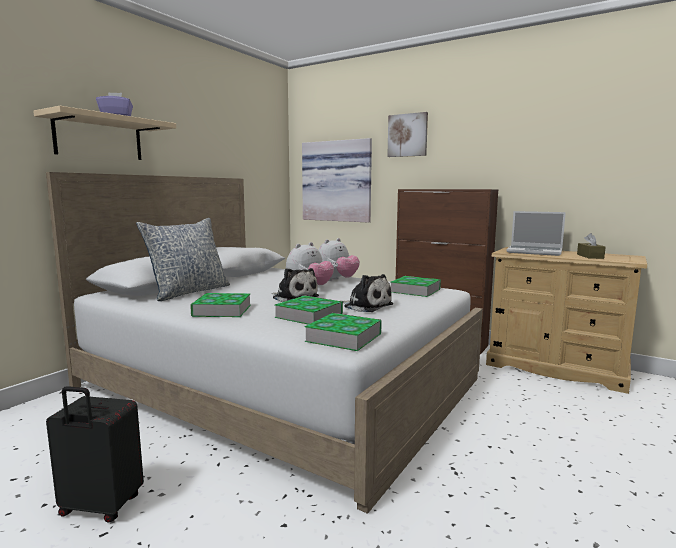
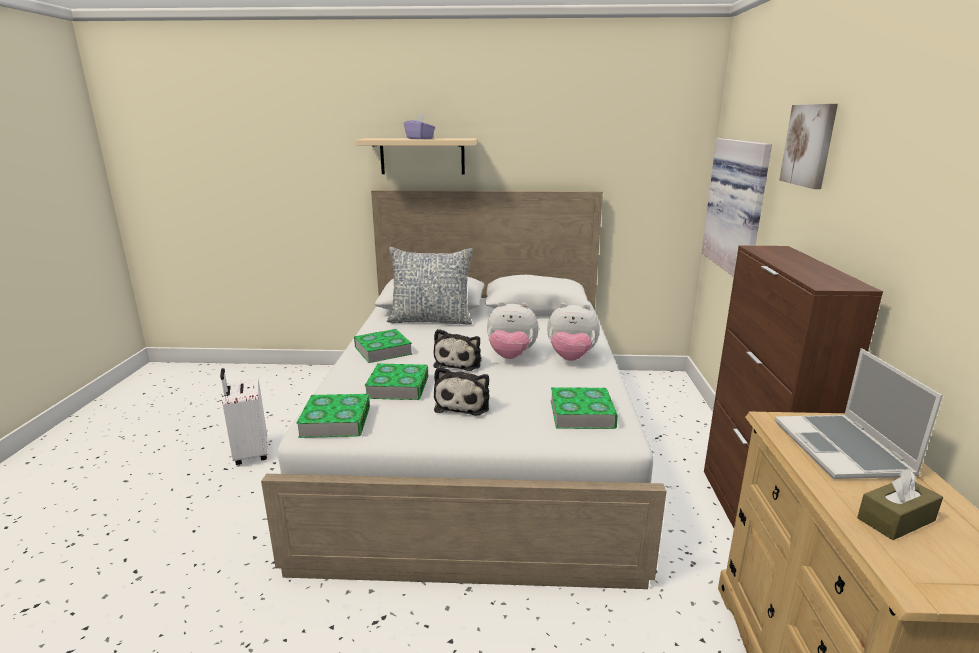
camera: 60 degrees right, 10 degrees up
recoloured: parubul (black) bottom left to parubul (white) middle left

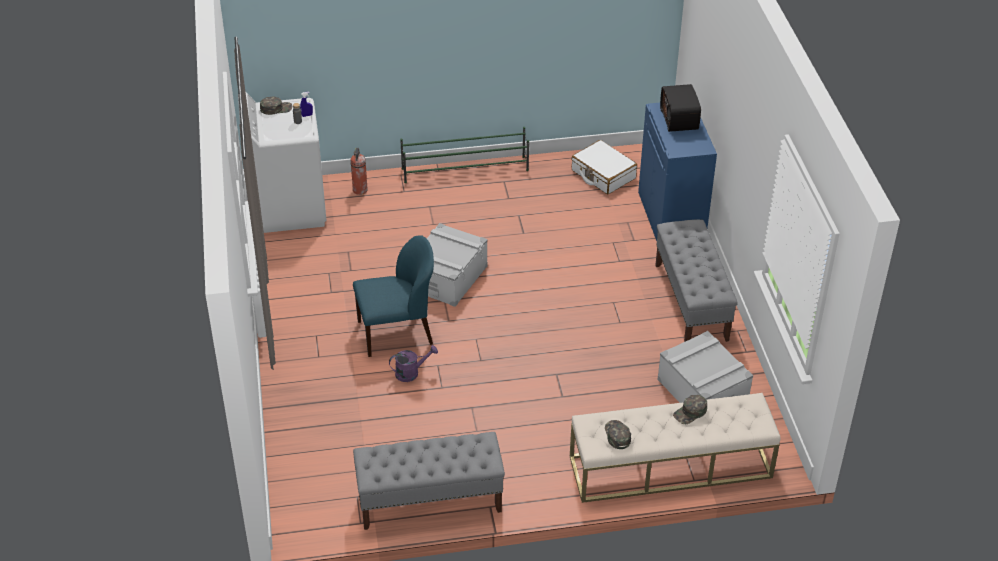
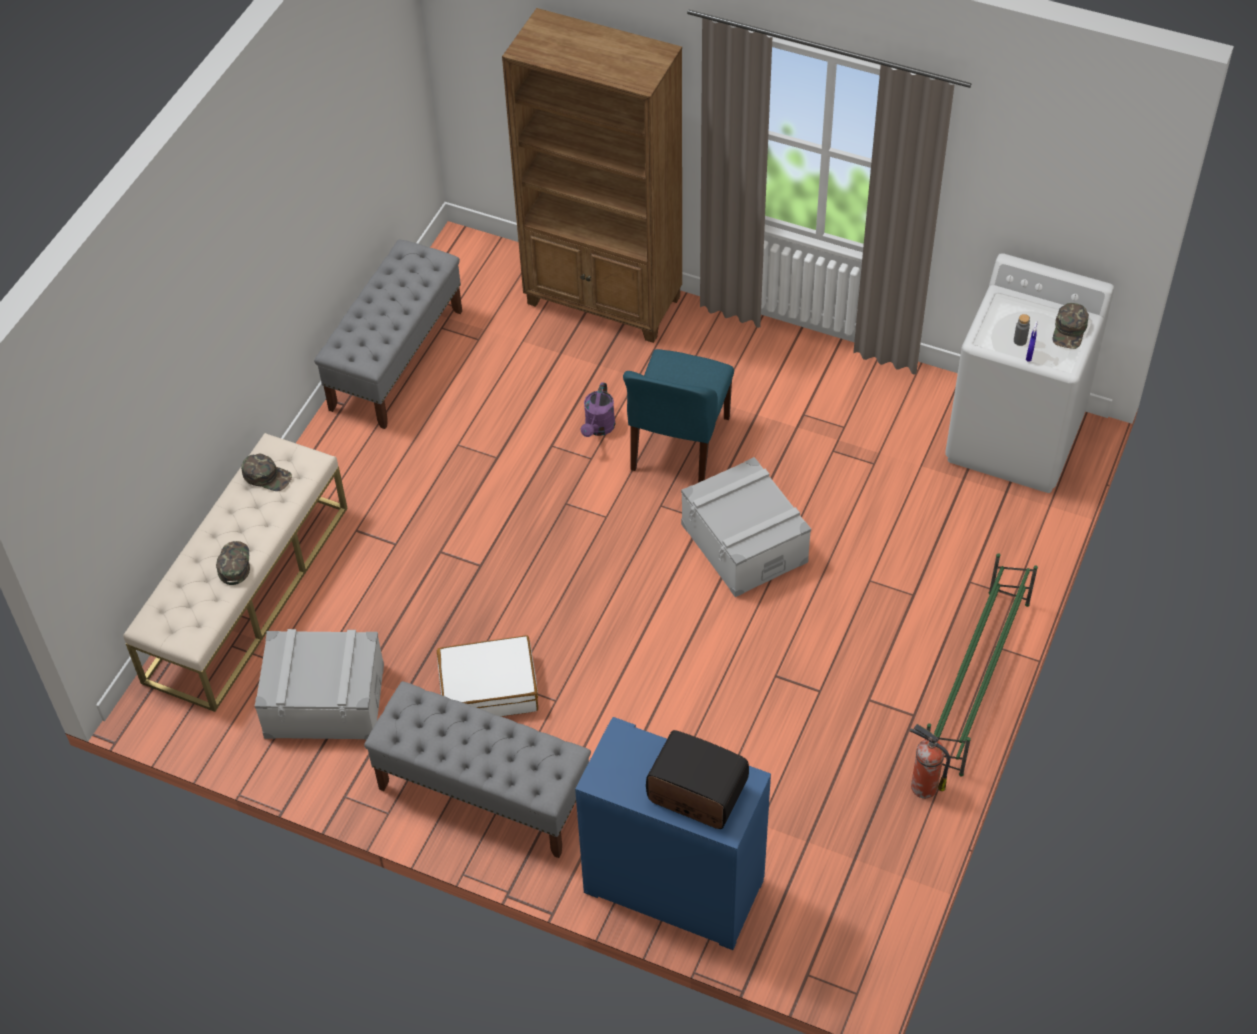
camera: 125 degrees right, 10 degrees up
added: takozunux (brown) top centre
moved: parubul (white) top centre to centre; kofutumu top centre to bottom right

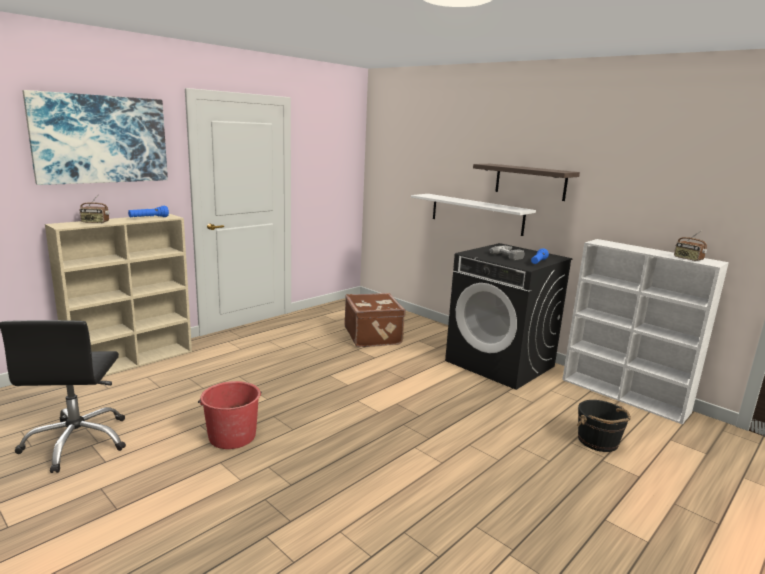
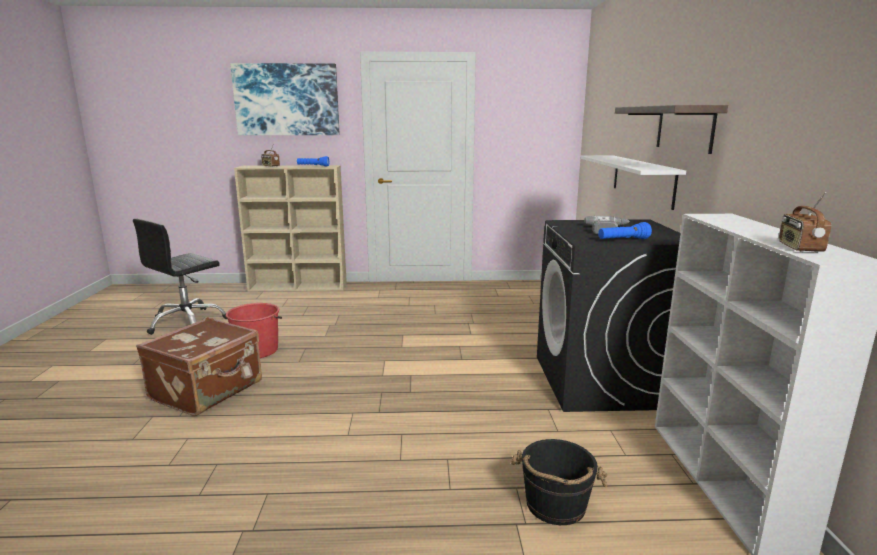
camera: 45 degrees right, 0 degrees up
moved: parubul (brown) centre to middle left

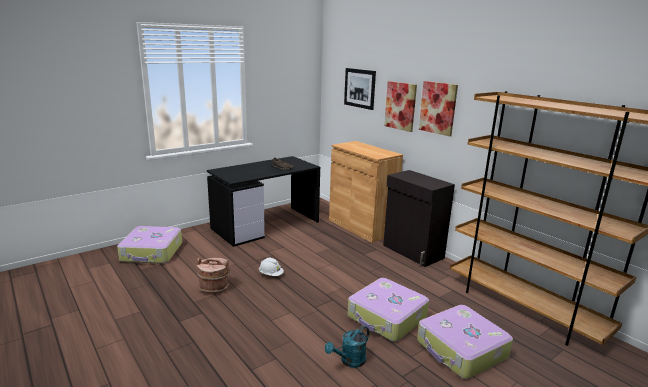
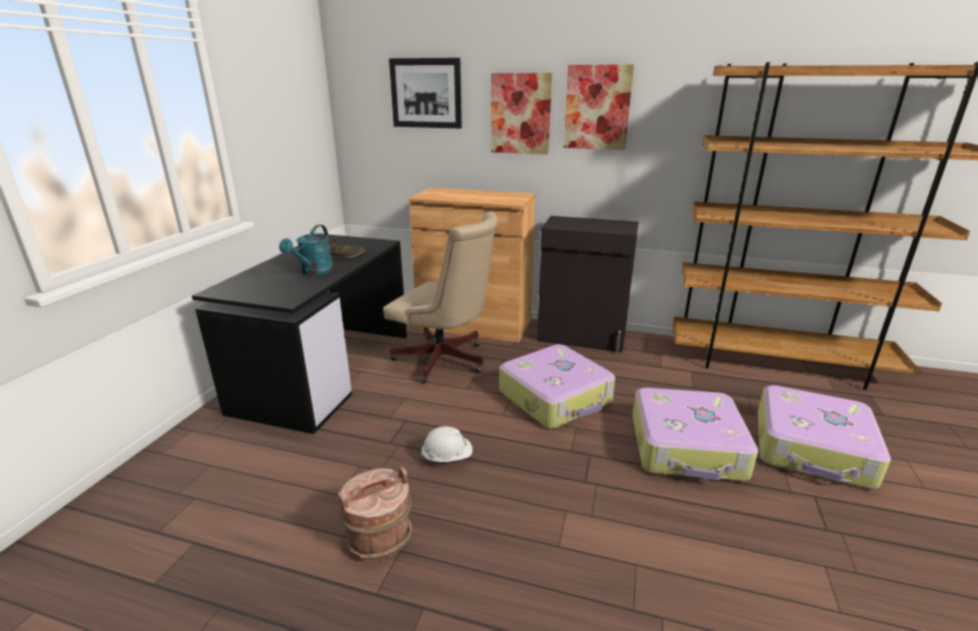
camera: 35 degrees left, 5 degrees up
added: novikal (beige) centre
moved: parubul (1st from left) middle left to centre; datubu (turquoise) bottom centre to middle left

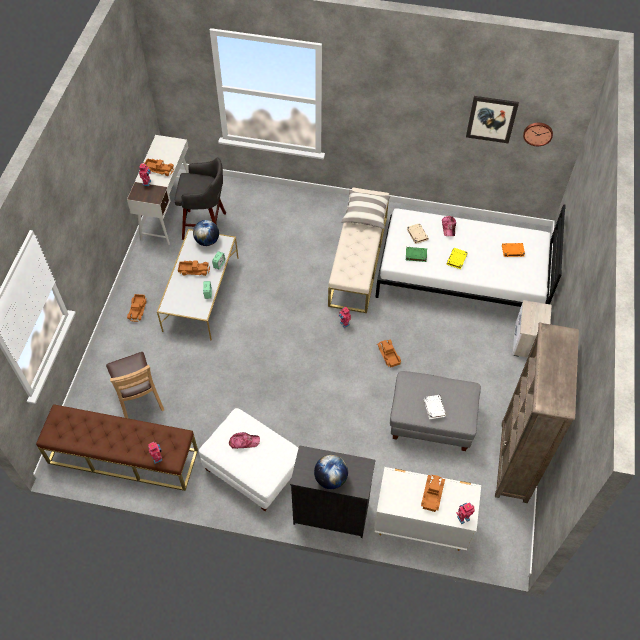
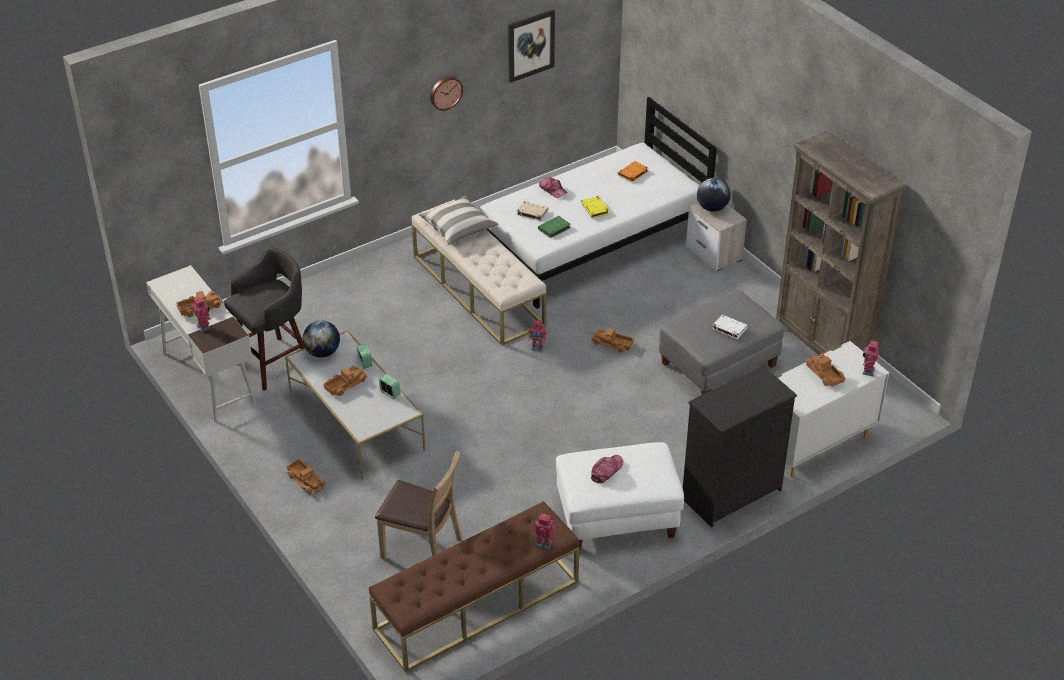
camera: 45 degrees left, 15 degrees down
moved: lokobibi top right to top centre; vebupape (2nd from left) bottom centre to top right

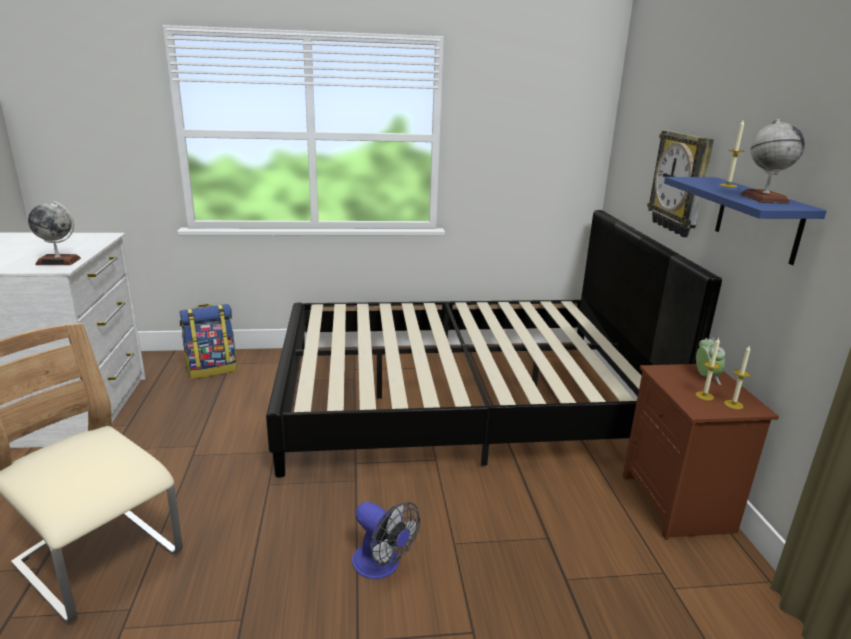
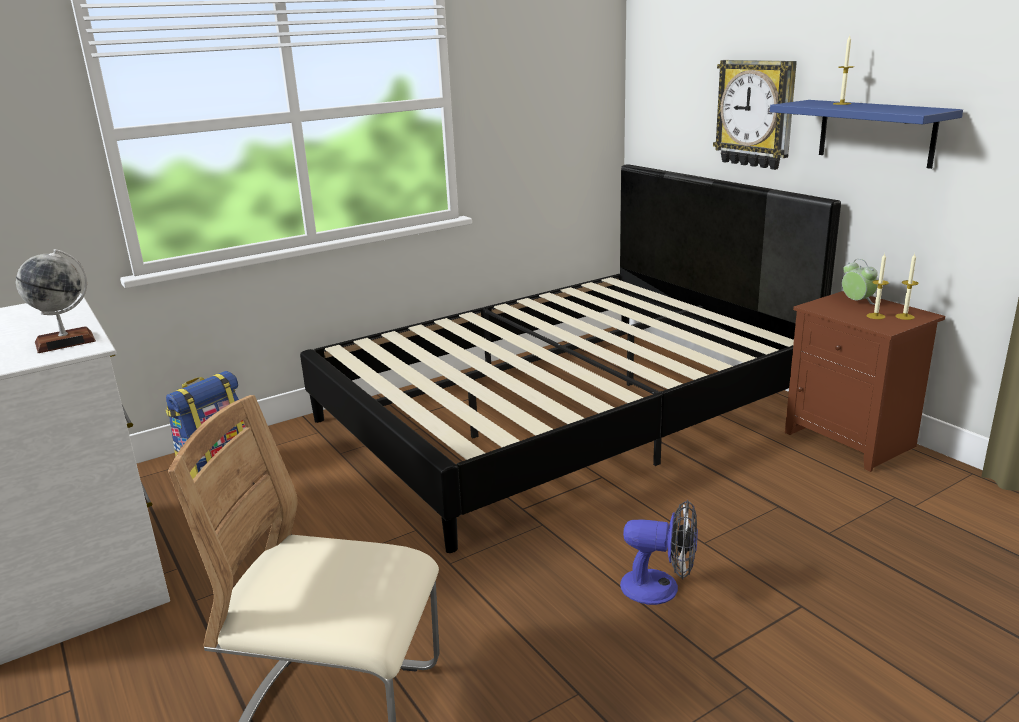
camera: 25 degrees left, 0 degrees up
removed: vebupape (2nd from left) top right

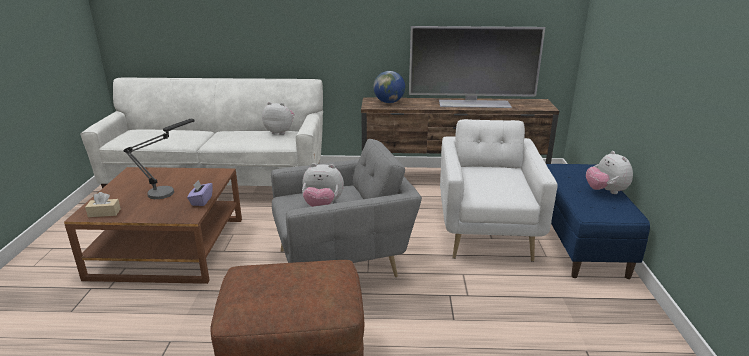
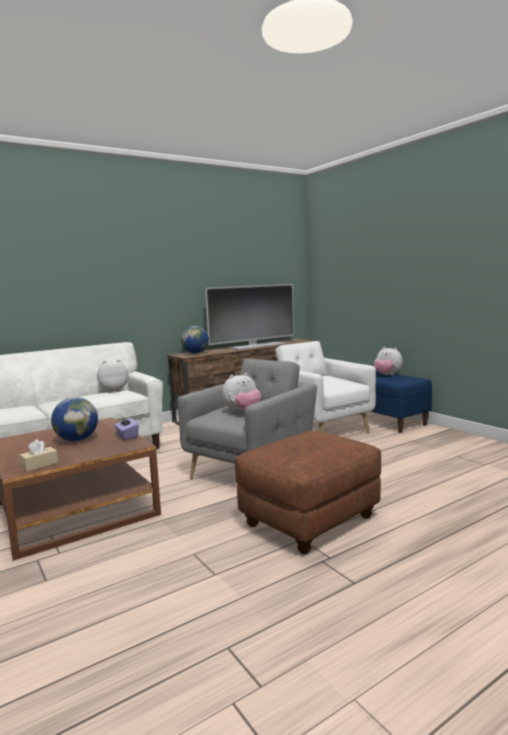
camera: 35 degrees left, 15 degrees down
replaced: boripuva middle left to vebupape (1st from left) middle left

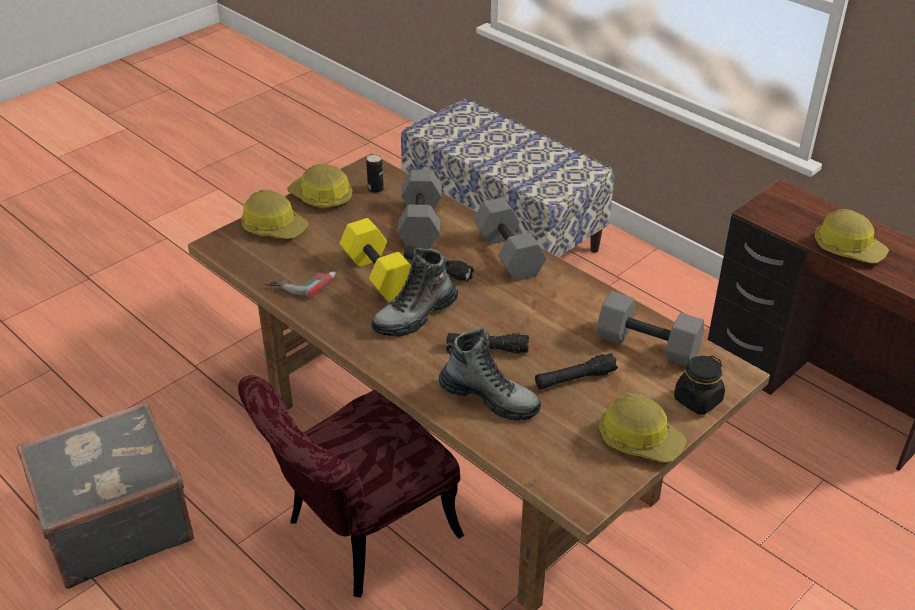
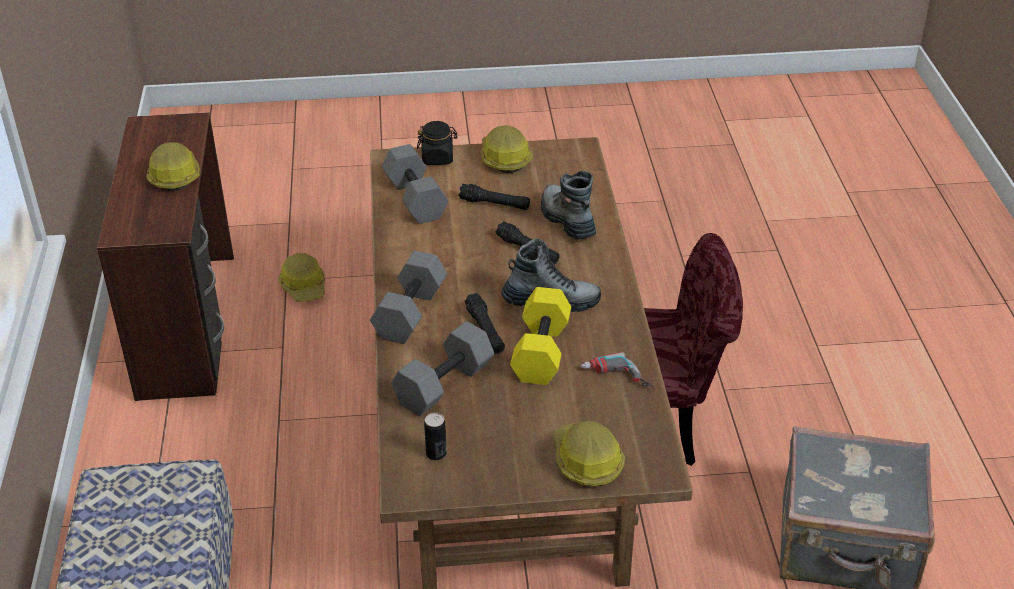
camera: 140 degrees left, 0 degrees up
moved: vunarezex (2nd from left) top centre to middle left

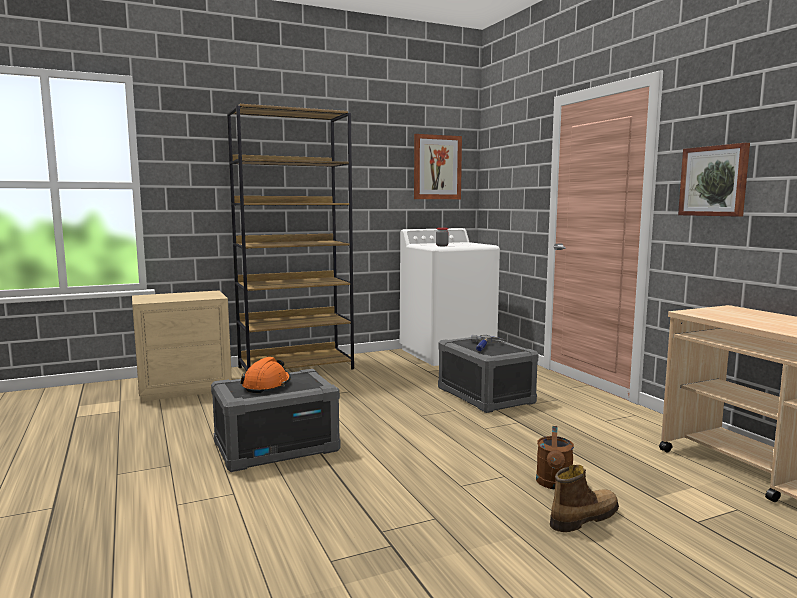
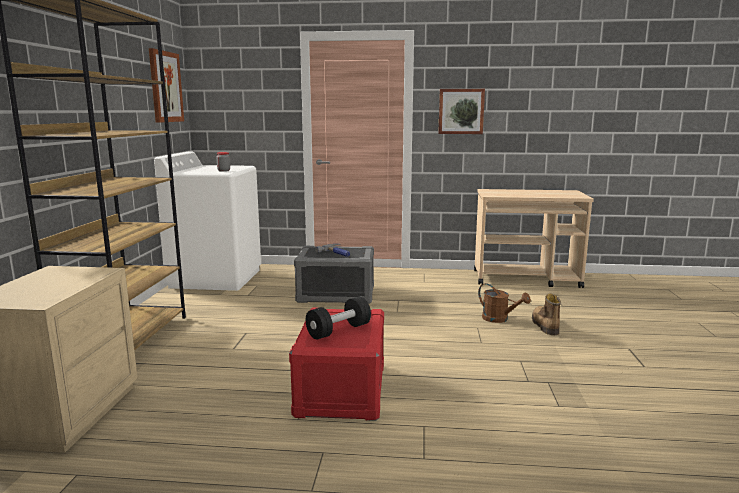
camera: 60 degrees left, 5 degrees up
replaced: vunarezex (orange) middle left to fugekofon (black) centre
recoloured: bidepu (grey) (1st from left) bottom centre to bidepu (red) bottom centre

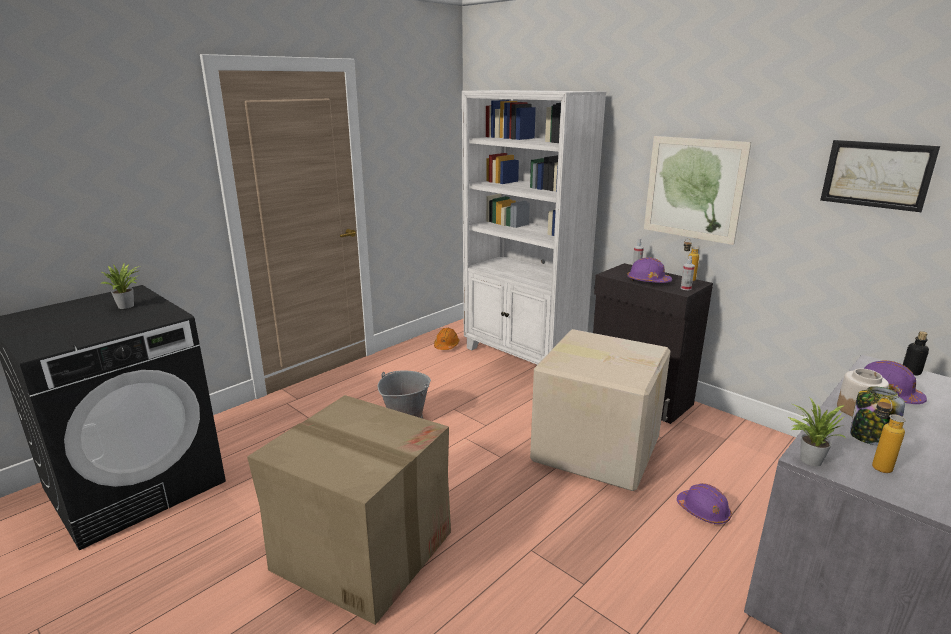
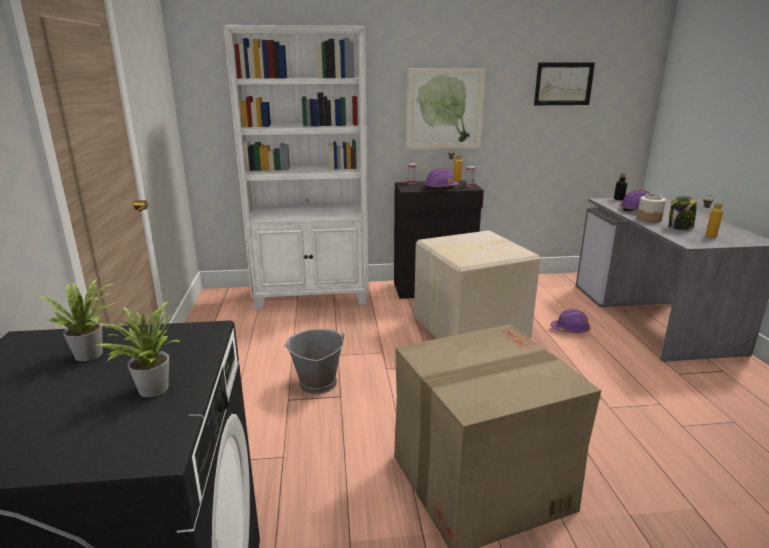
camera: 50 degrees left, 0 degrees up
removed: vunarezex (orange) centre
moved: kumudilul (2nd from left) bottom right to middle left

